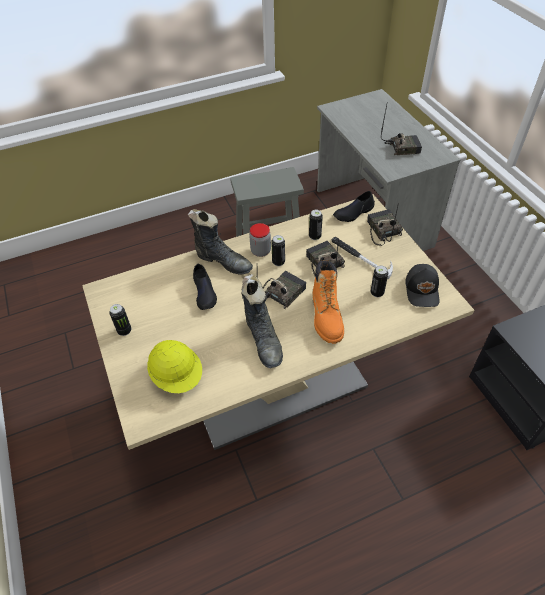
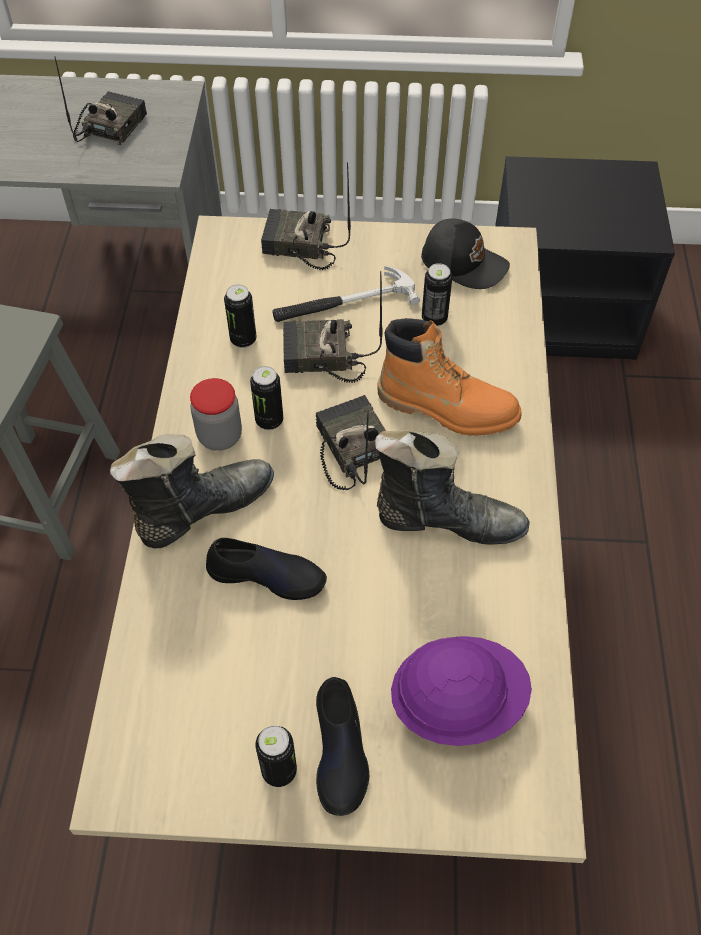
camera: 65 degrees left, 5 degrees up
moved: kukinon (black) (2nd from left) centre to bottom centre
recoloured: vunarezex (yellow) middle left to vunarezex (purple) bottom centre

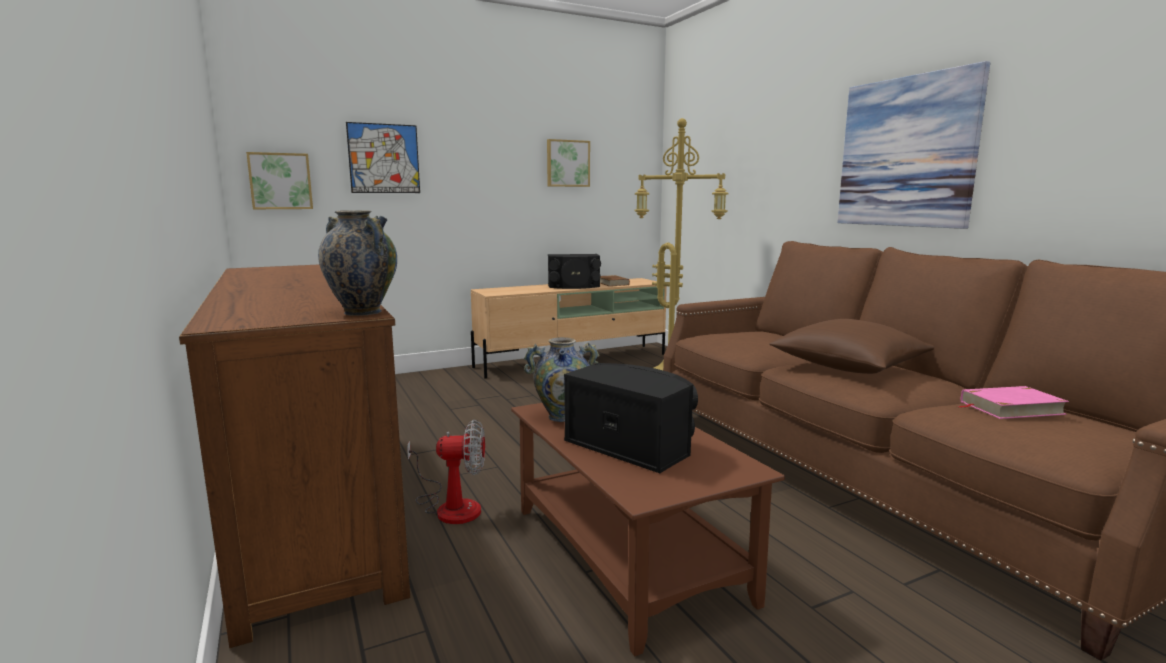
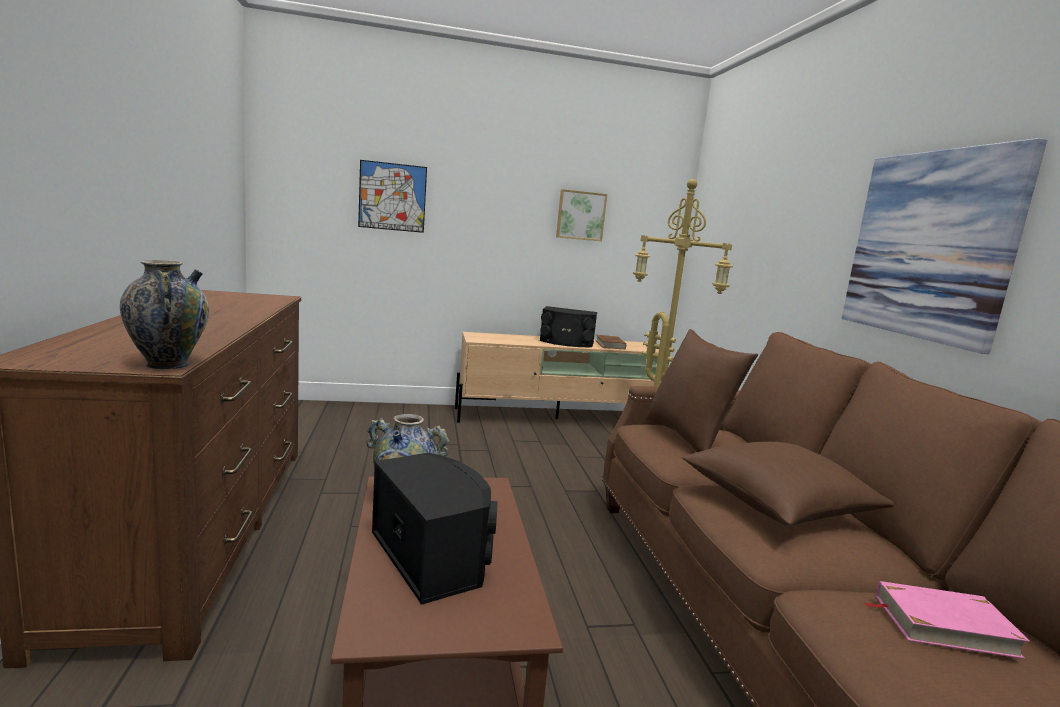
camera: 15 degrees right, 0 degrees up
removed: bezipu (1st from left) top left; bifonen bottom centre
added: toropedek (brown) (1st from left) centre

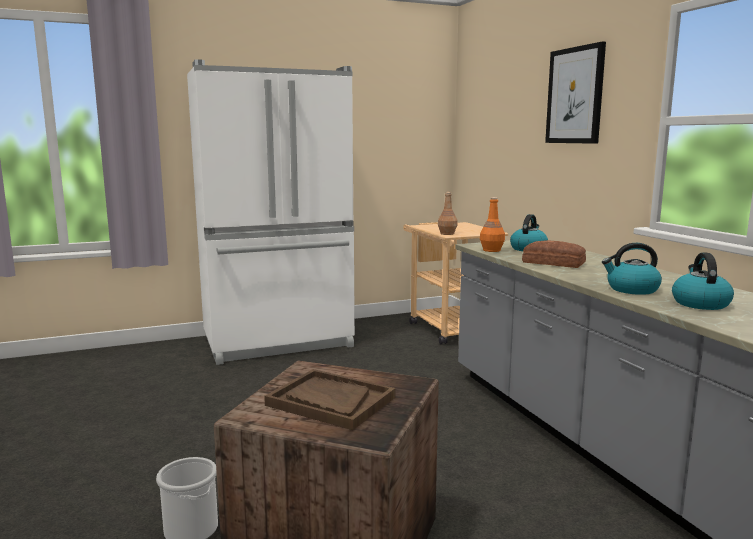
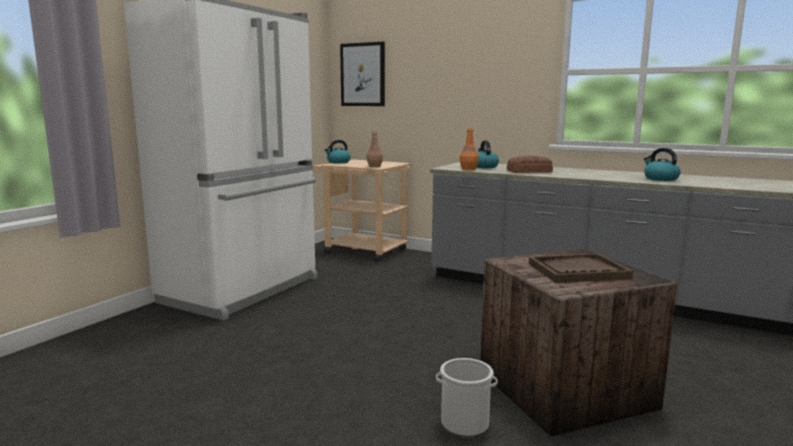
camera: 40 degrees left, 0 degrees up
moved: bezipu top right to top centre; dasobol (2nd from left in the first image) middle right to dasobol (1st from left) centre

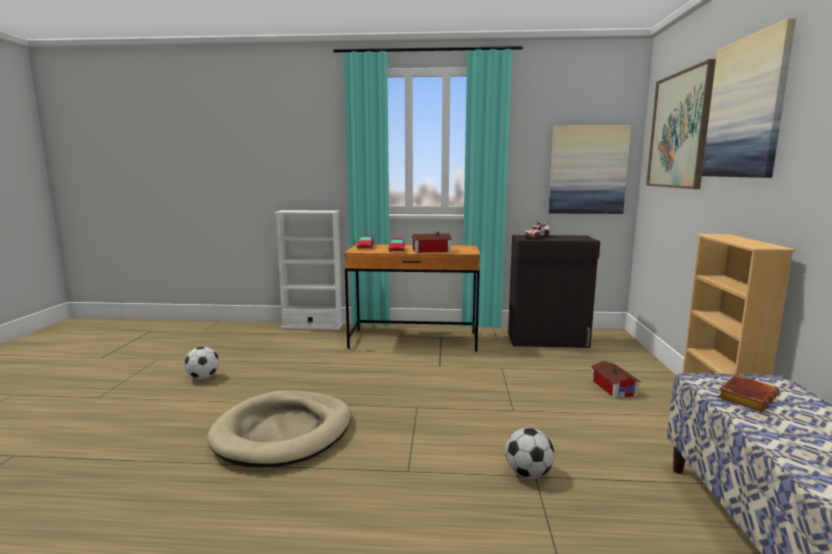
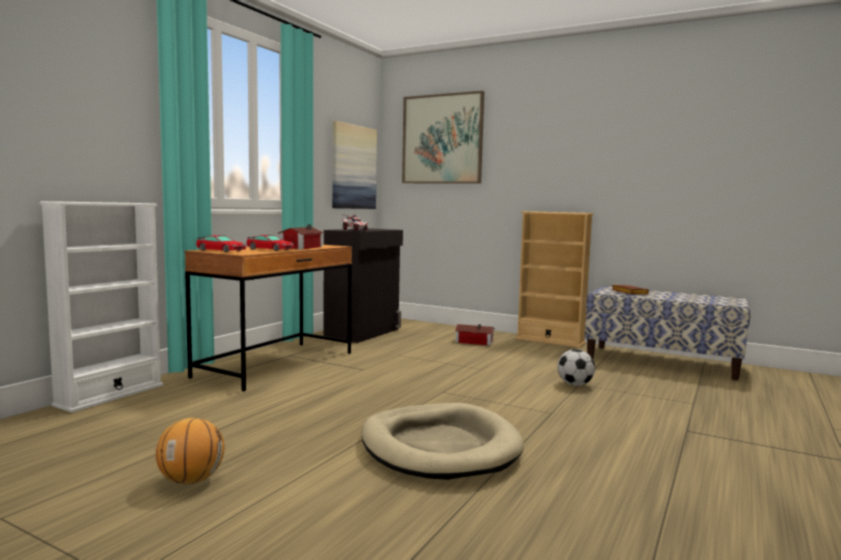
camera: 65 degrees left, 5 degrees down
removed: bezipu (3rd from left) top right
replaced: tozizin (1st from left) middle left to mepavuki bottom left

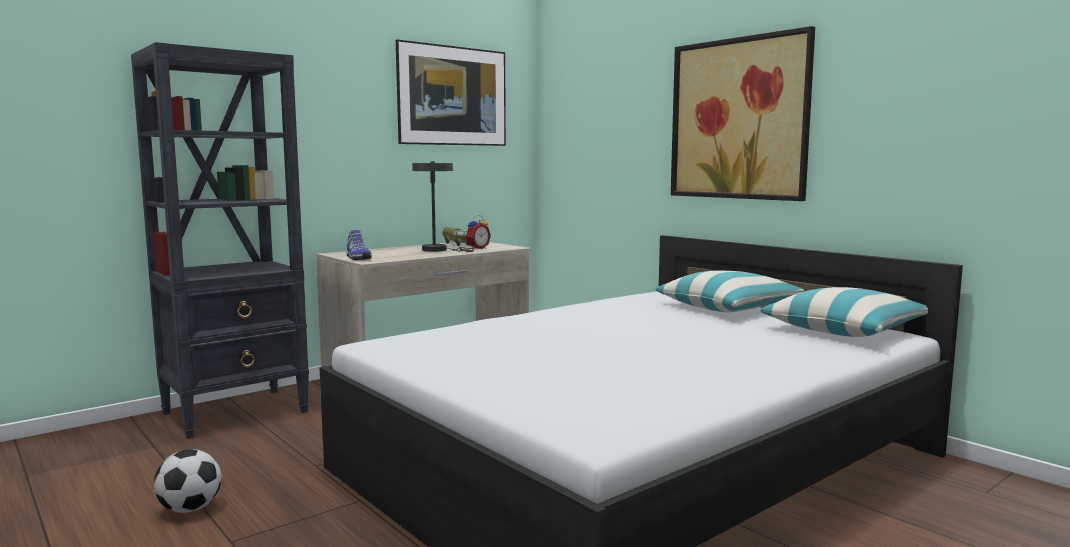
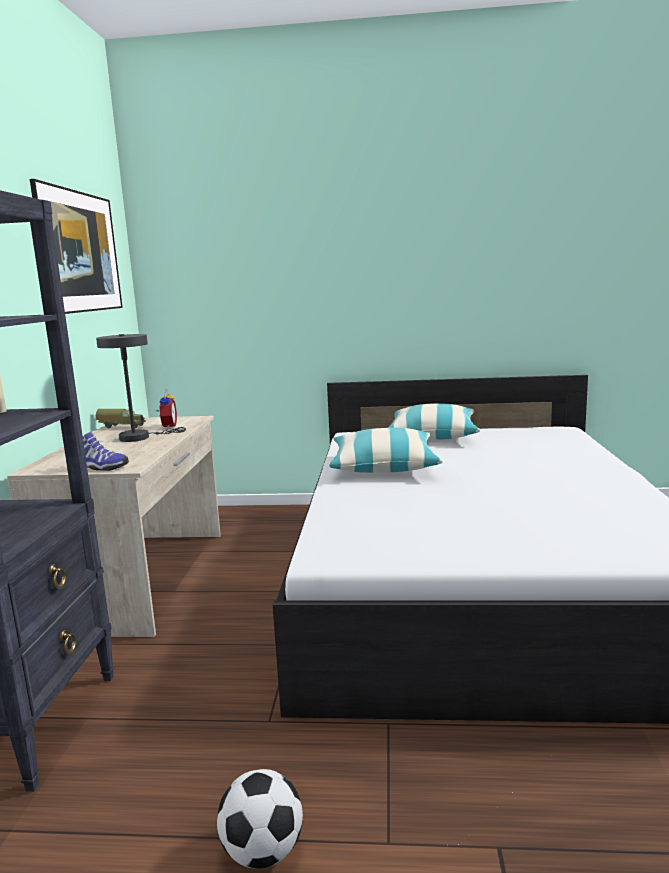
camera: 45 degrees left, 5 degrees up
removed: bezipu (2nd from left) top right
moved: toropedek (2nd from left in the first image) middle right to toropedek (1st from left) centre

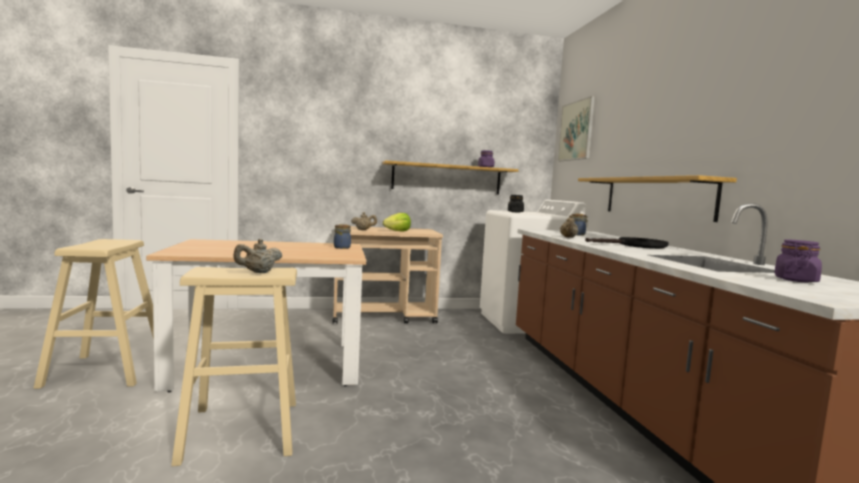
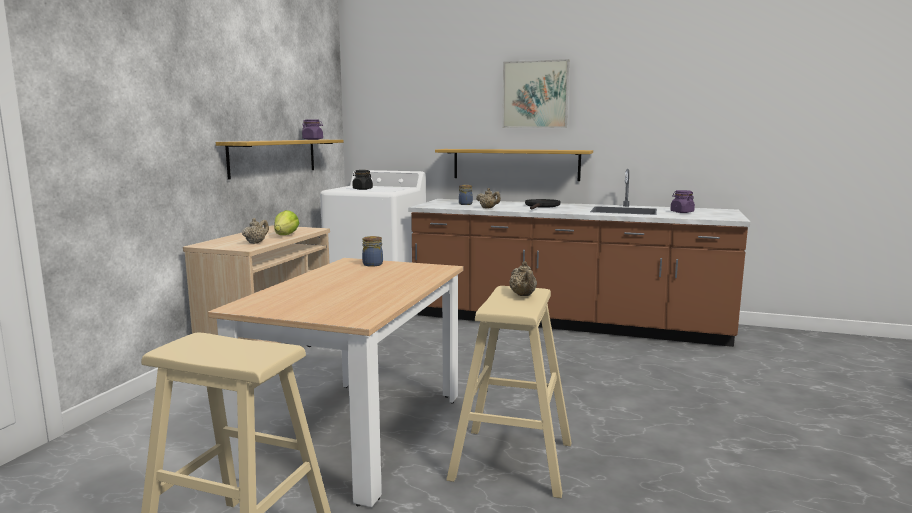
camera: 60 degrees left, 5 degrees up
moved: bezipu top right to top centre

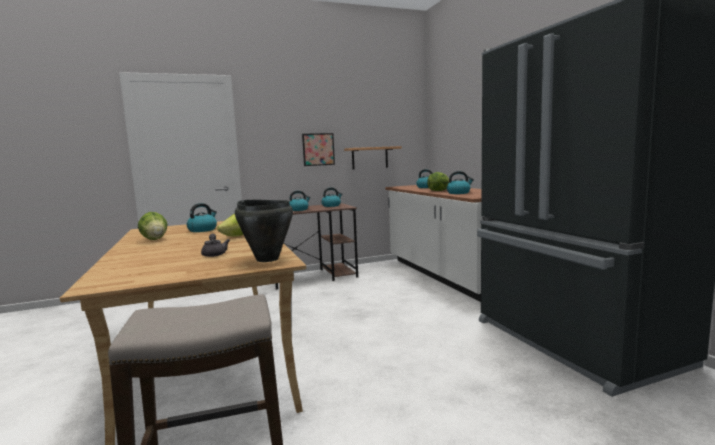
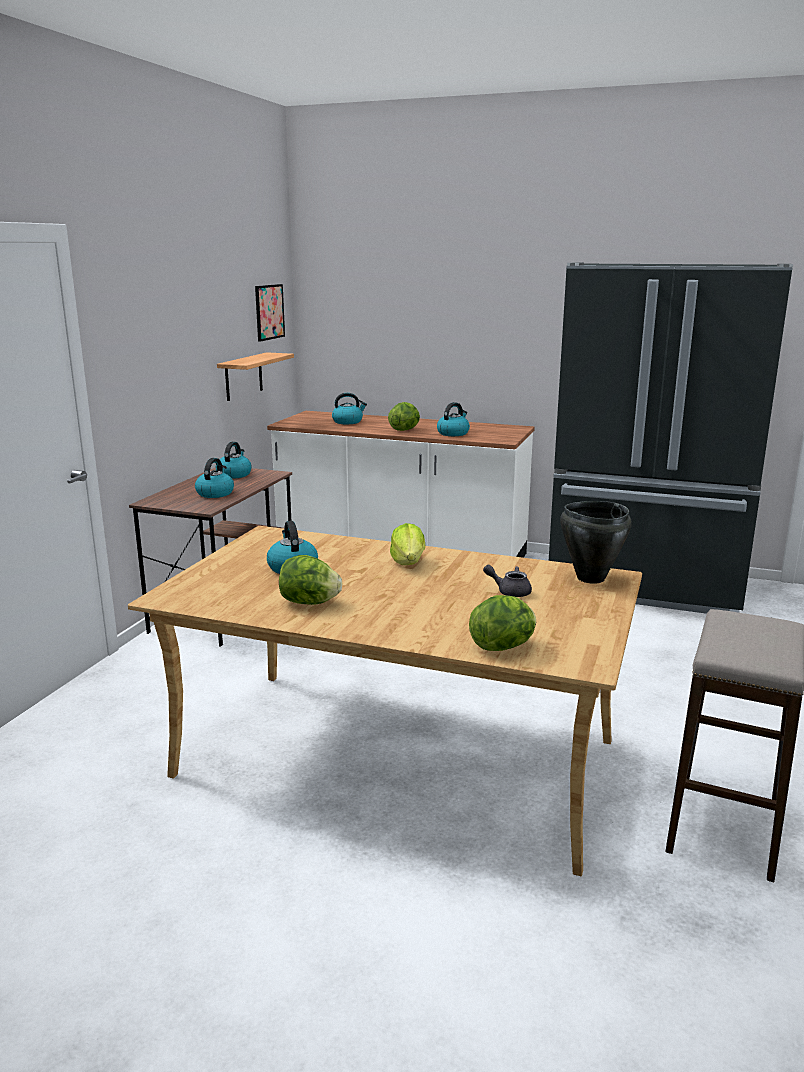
camera: 50 degrees left, 10 degrees up
added: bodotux (4th from left) centre
moved: bezipu centre to top centre

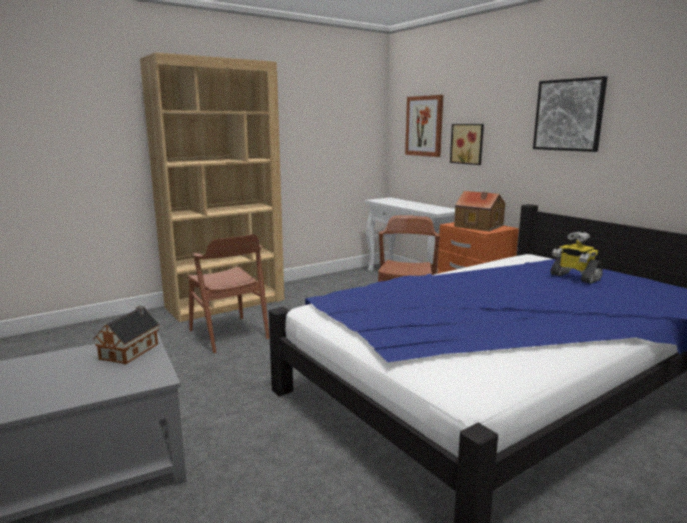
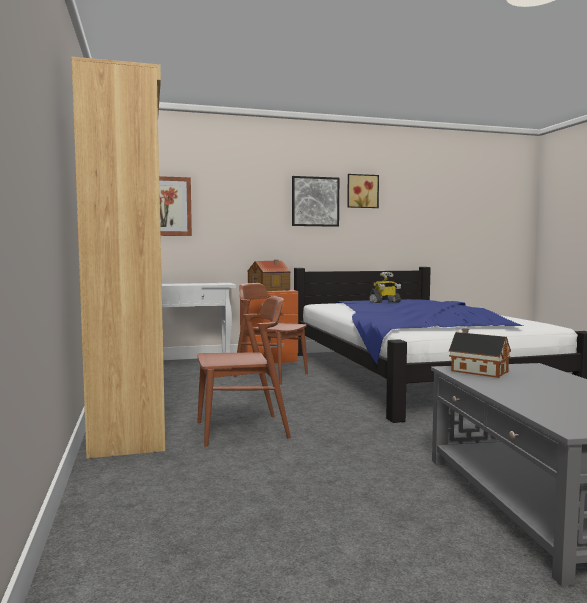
camera: 70 degrees left, 10 degrees down
moved: bezipu (2nd from left in the first image) top right to bezipu (3rd from left) top centre

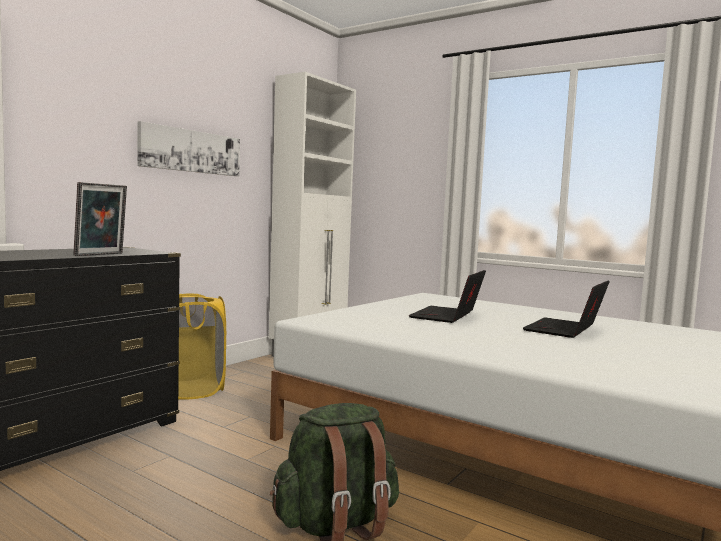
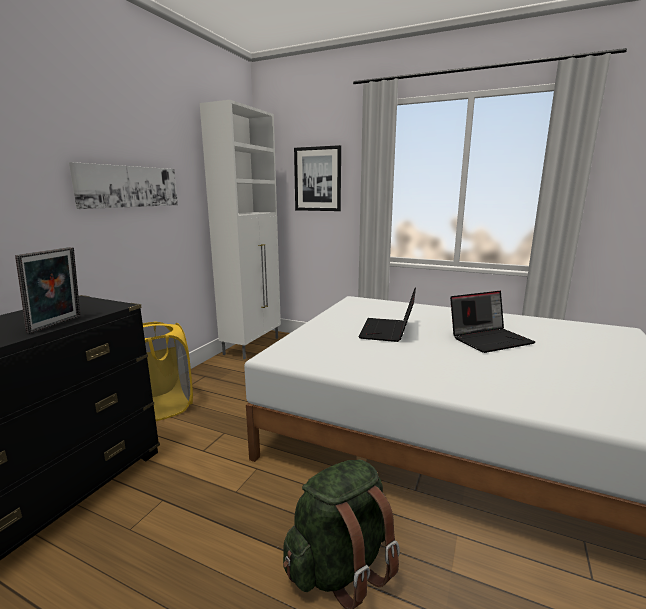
camera: 10 degrees left, 10 degrees up
added: bezipu (2nd from left) top centre
turned: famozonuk (2nd from left) middle right = middle right 135 degrees counterclockwise

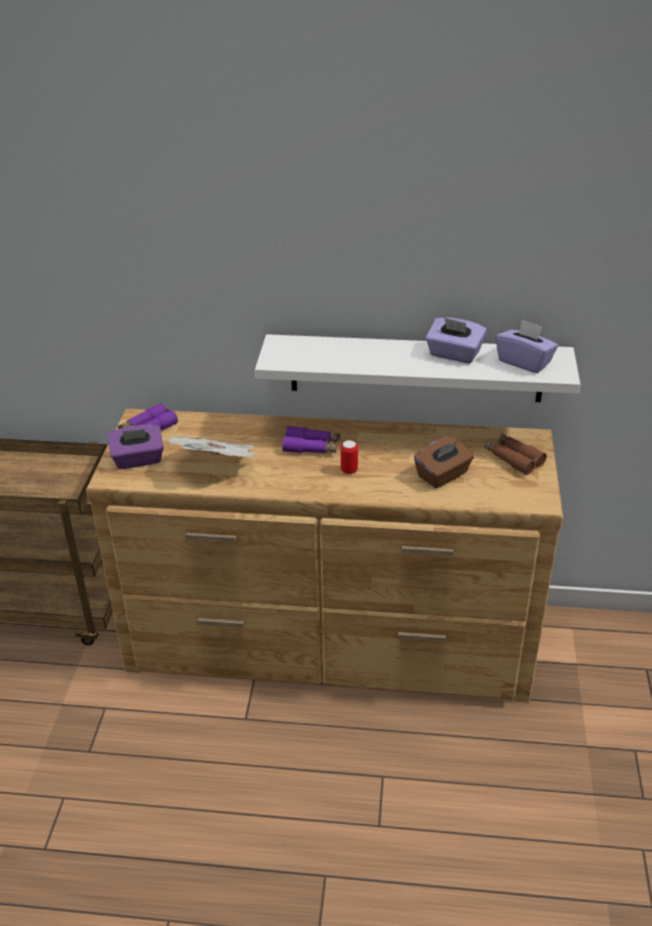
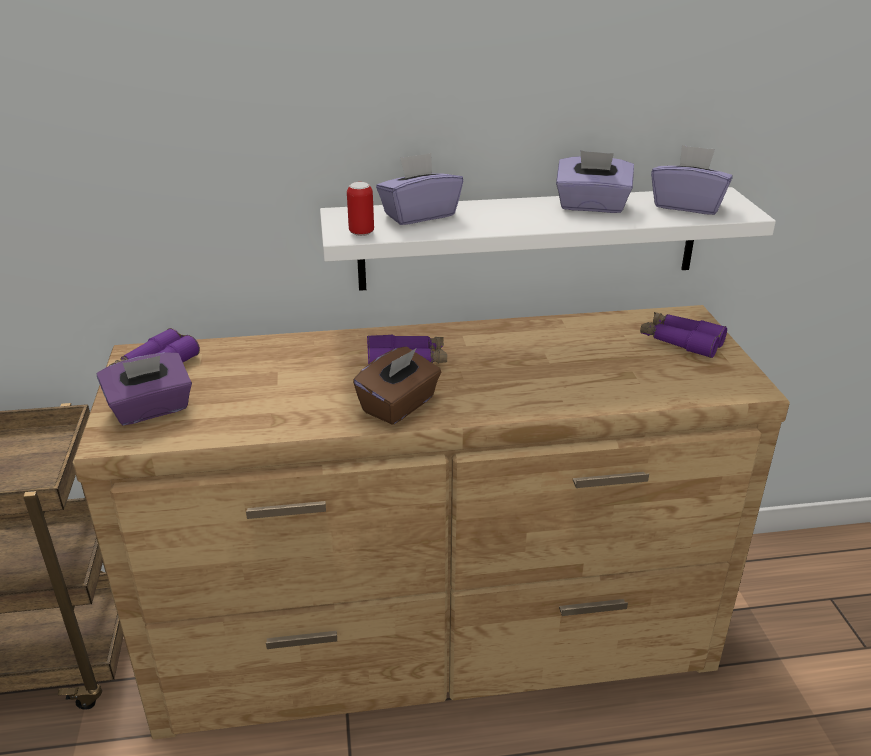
camera: 15 degrees left, 5 degrees down
removed: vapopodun middle left
added: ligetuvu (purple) (2nd from left) top centre
moved: ligetuvu (brown) middle right to centre; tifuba centre to top centre
recoloured: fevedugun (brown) middle right to fevedugun (purple) (3rd from left) middle right

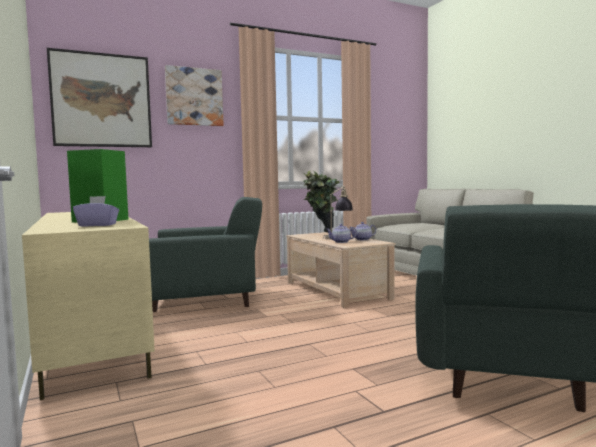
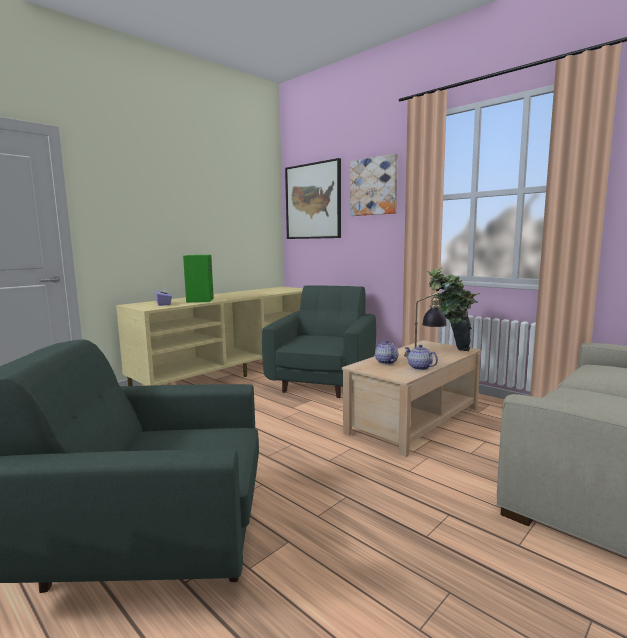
camera: 70 degrees right, 5 degrees up
turned: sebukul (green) (1st from left in the first image) centre = centre 135 degrees counterclockwise

